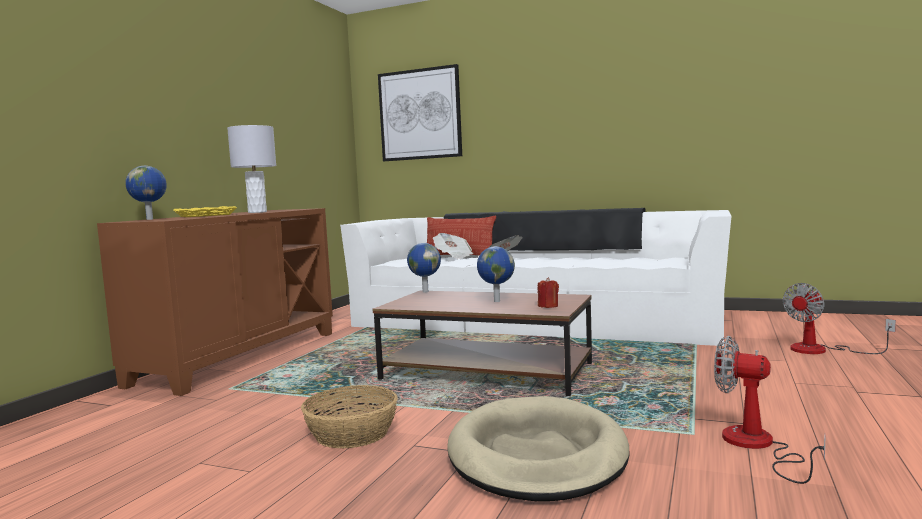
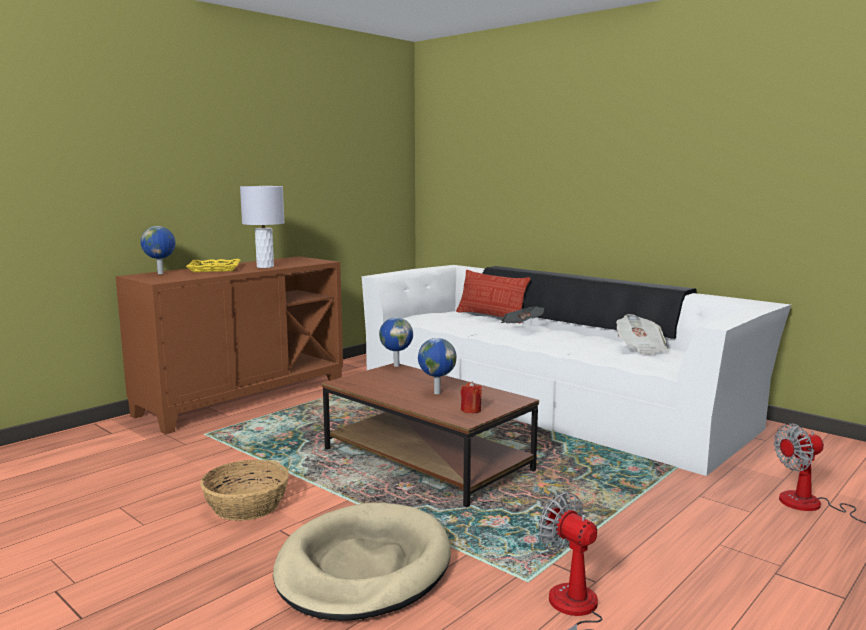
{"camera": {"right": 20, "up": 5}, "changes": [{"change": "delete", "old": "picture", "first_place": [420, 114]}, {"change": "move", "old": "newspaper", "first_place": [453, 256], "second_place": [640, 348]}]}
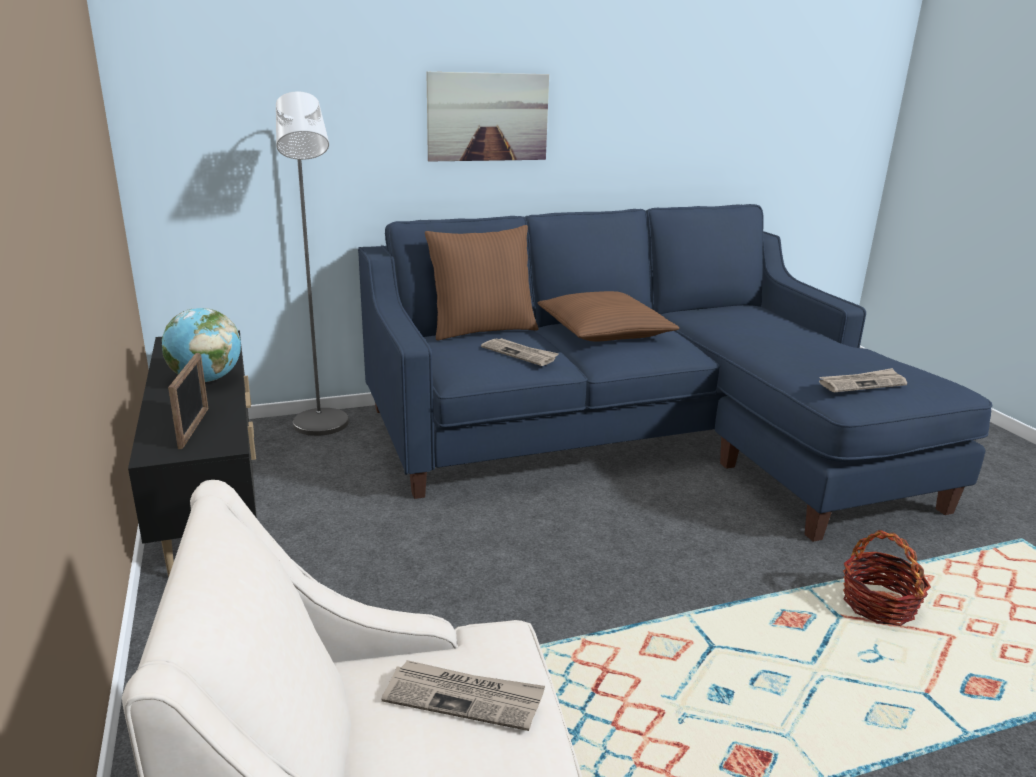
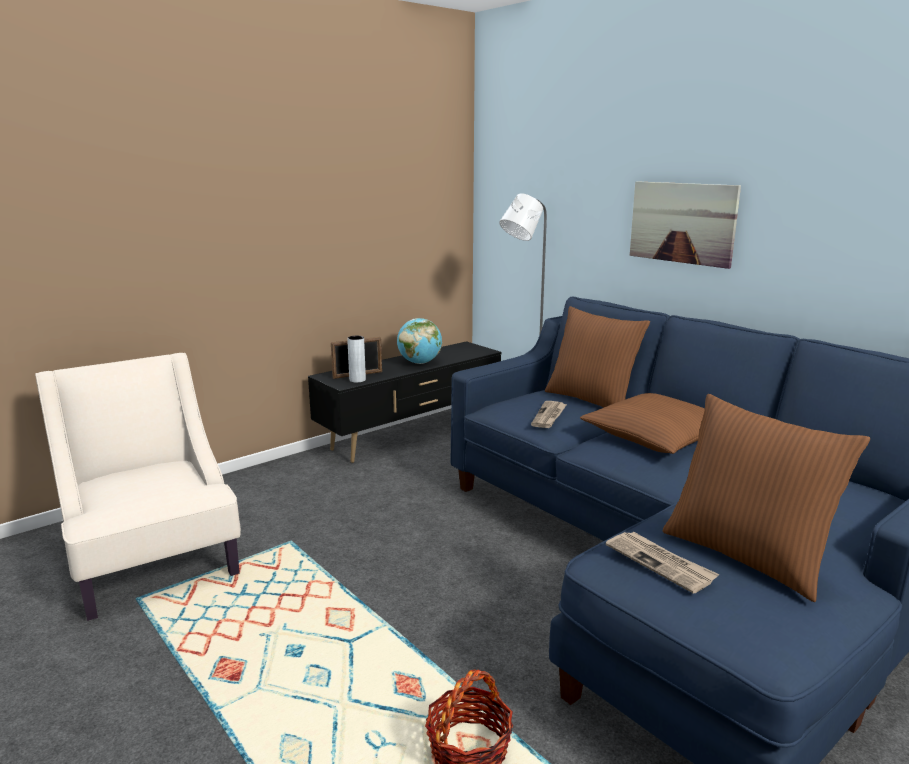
{"camera": {"right": 70, "up": -5}, "changes": [{"change": "delete", "old": "newspaper", "first_place": [464, 697]}, {"change": "insert", "new": "gray vase", "second_place": [357, 380]}, {"change": "insert", "new": "brownish cushion", "second_place": [746, 555]}]}
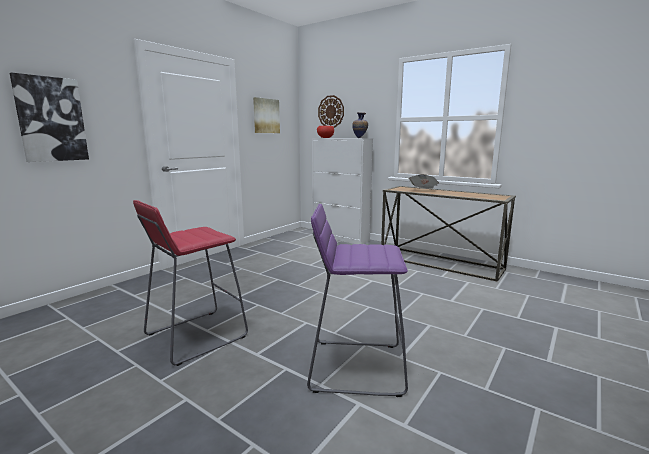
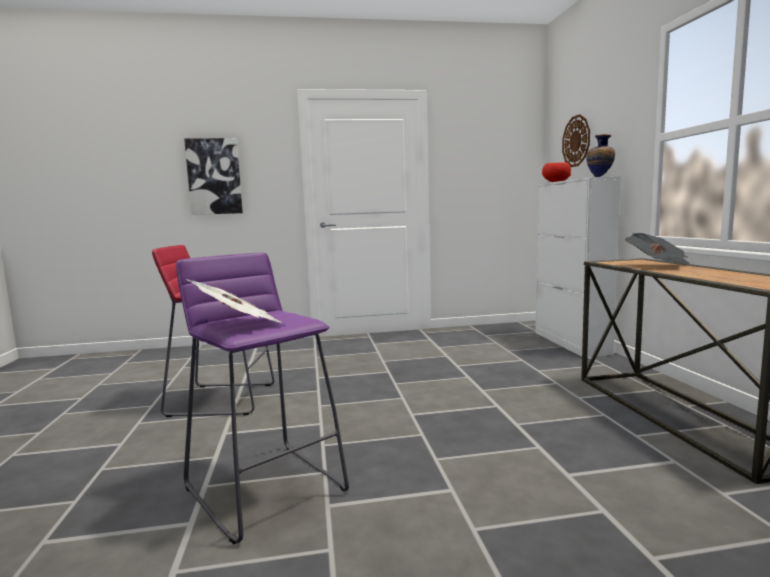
{"camera": {"right": 45, "up": -5}, "changes": [{"change": "delete", "old": "picture", "first_place": [266, 116]}, {"change": "insert", "new": "newspaper", "second_place": [239, 325]}]}
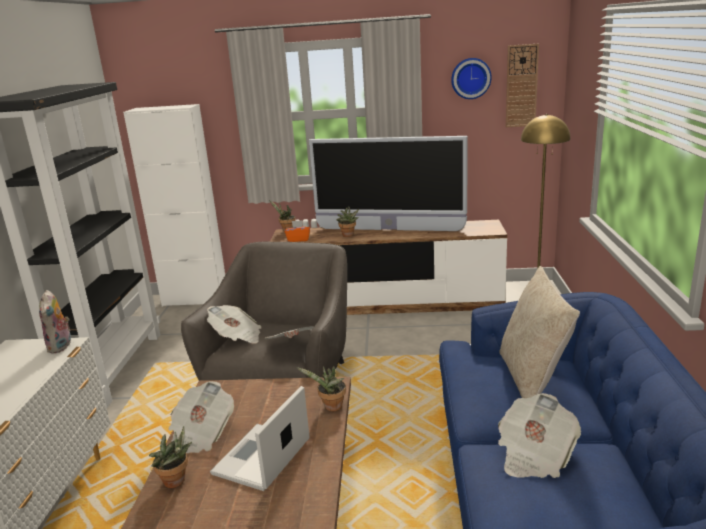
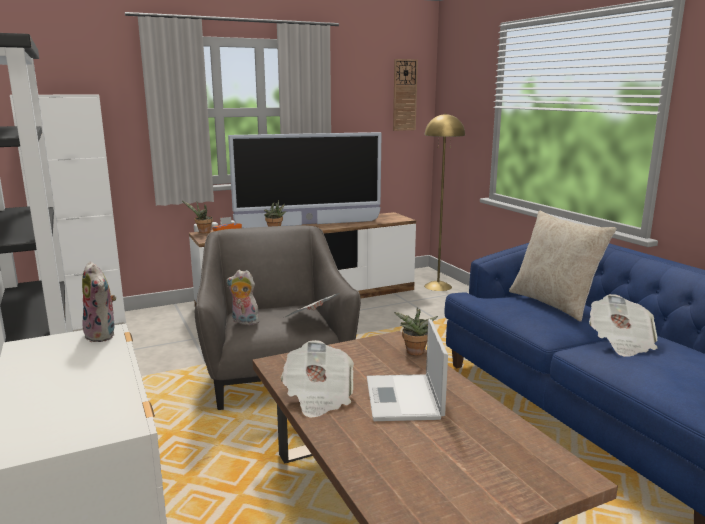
{"camera": {"right": -30, "up": -5}, "changes": [{"change": "delete", "old": "clock on the wall", "first_place": [470, 78]}, {"change": "replace", "old": "newspaper", "new": "plush toy", "first_place": [237, 337], "second_place": [244, 322]}, {"change": "delete", "old": "houseplant", "first_place": [177, 482]}]}
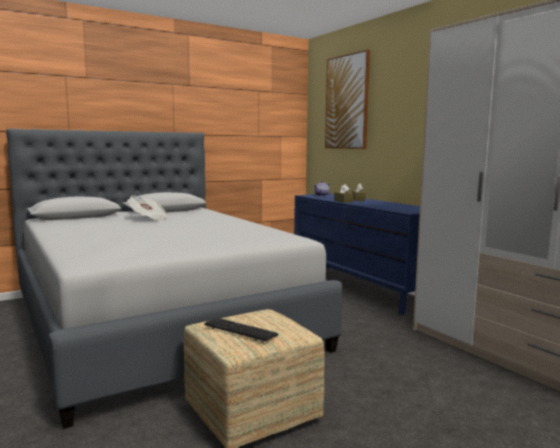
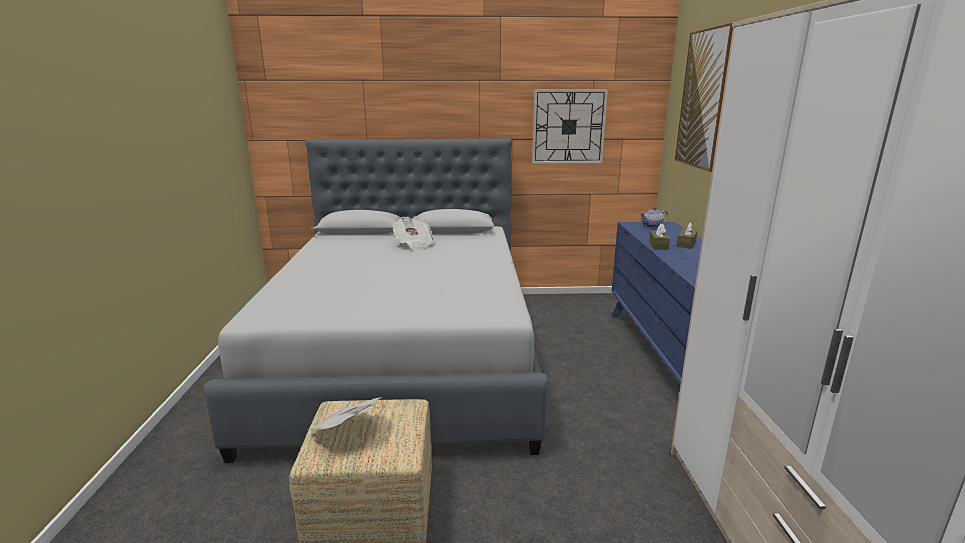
{"camera": {"right": 30, "up": 10}, "changes": [{"change": "replace", "old": "computer keyboard", "new": "newspaper", "first_place": [240, 331], "second_place": [346, 430]}, {"change": "insert", "new": "clock on the wall", "second_place": [568, 126]}]}
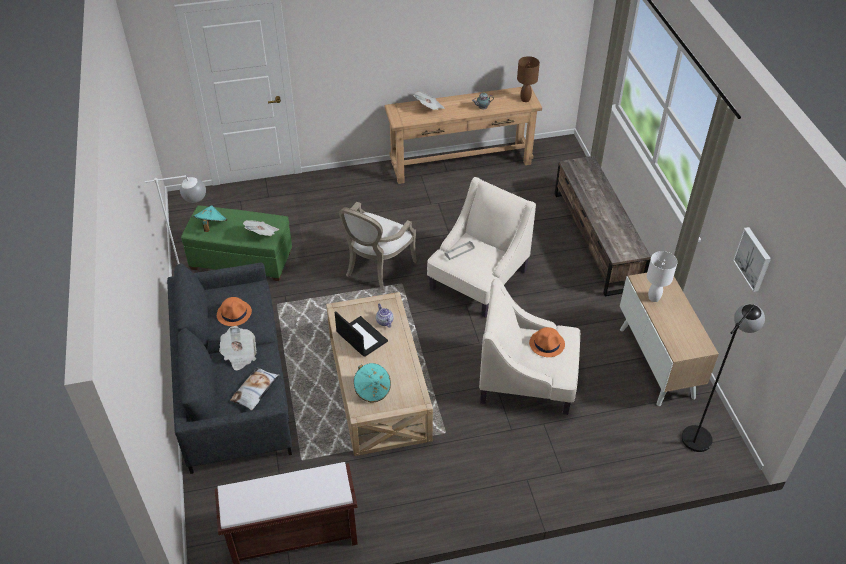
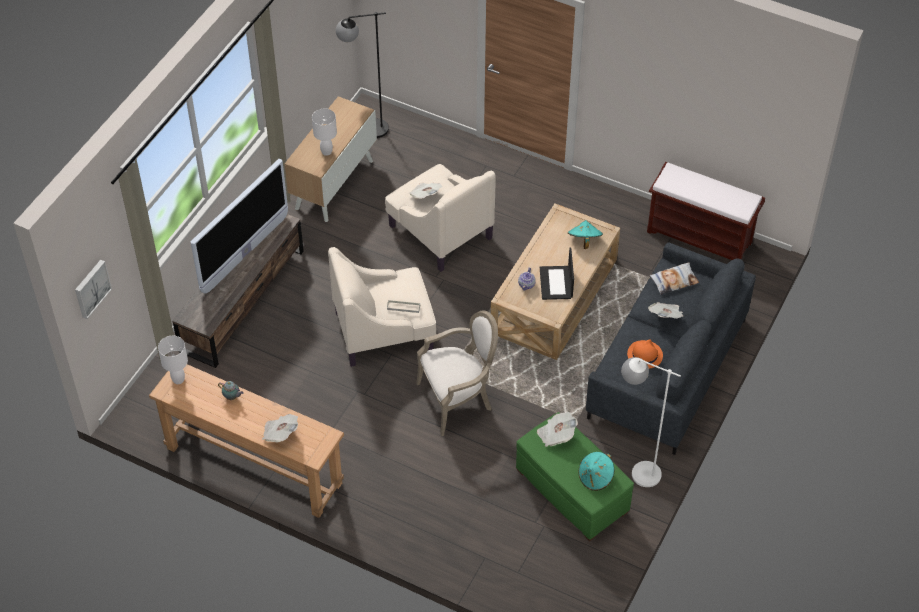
{"camera": {"right": -140, "up": 5}, "changes": [{"change": "recolor", "old": "brownish lamp for a table", "new": "white lamp for a table", "first_place": [525, 99], "second_place": [179, 380]}, {"change": "move", "old": "picture", "first_place": [753, 259], "second_place": [91, 288]}, {"change": "replace", "old": "orangey clothing hat", "new": "newspaper", "first_place": [547, 344], "second_place": [425, 195]}, {"change": "insert", "new": "TV set", "second_place": [245, 254]}]}
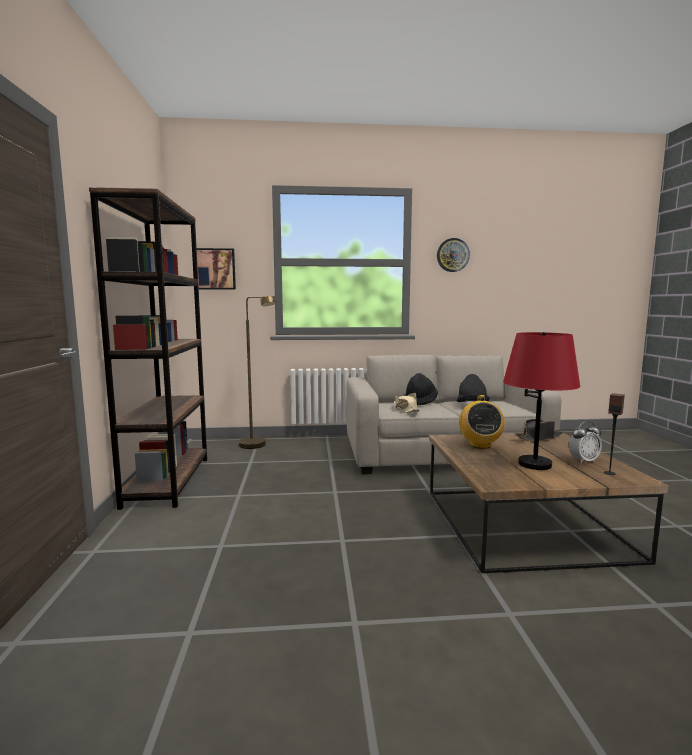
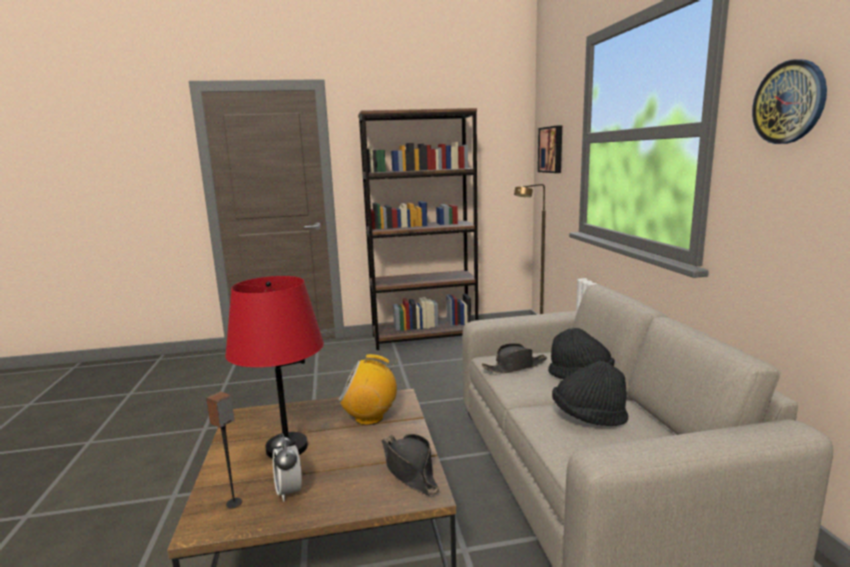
{"camera": {"right": 85, "up": 5}, "changes": [{"change": "recolor", "old": "beige-coloured clothing hat", "new": "black clothing hat", "first_place": [405, 409], "second_place": [515, 367]}]}
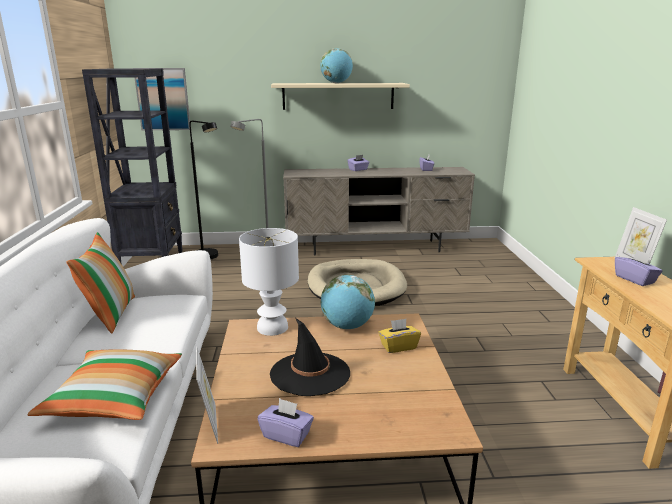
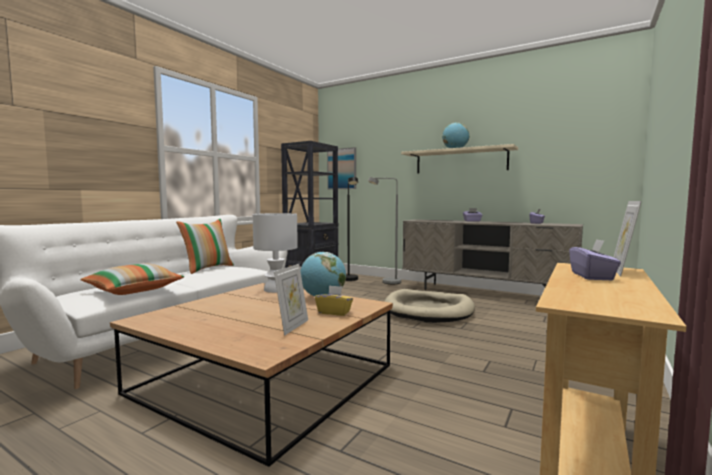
{"camera": {"right": 35, "up": -15}, "changes": [{"change": "delete", "old": "black clothing hat", "first_place": [310, 374]}, {"change": "move", "old": "photo frame", "first_place": [210, 424], "second_place": [292, 326]}, {"change": "delete", "old": "purple tissue box", "first_place": [286, 435]}]}
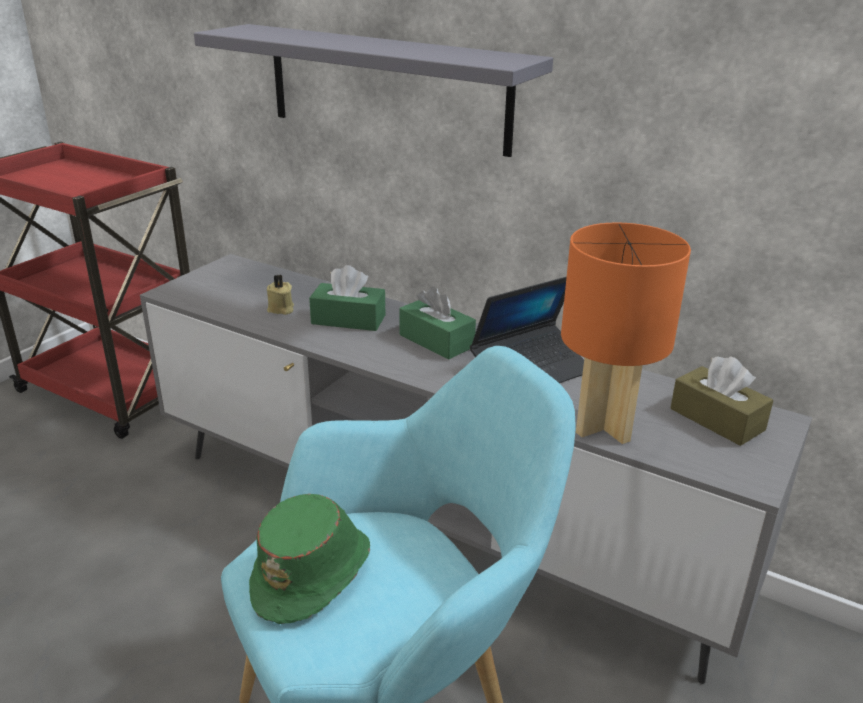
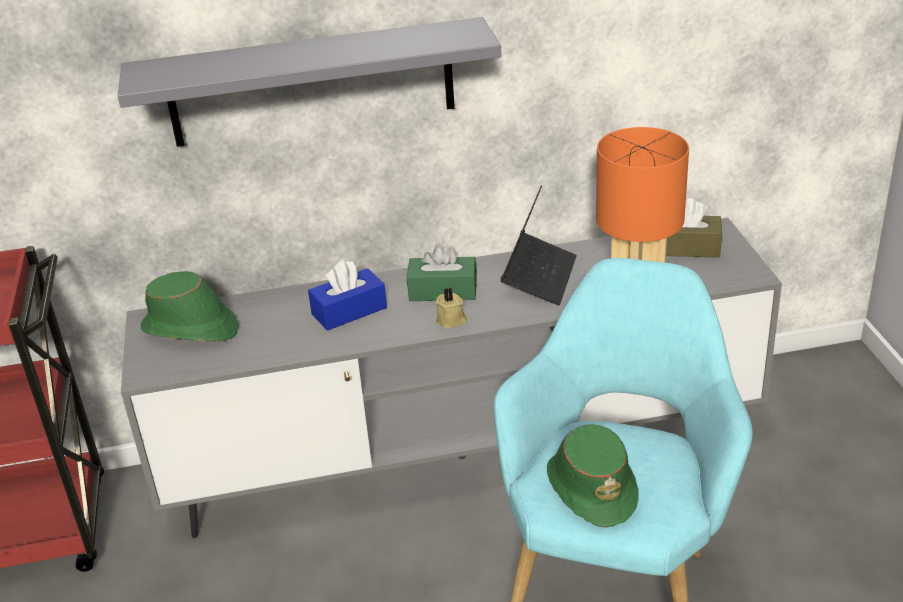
{"camera": {"right": -40, "up": 5}, "changes": [{"change": "recolor", "old": "green tissue box", "new": "blue tissue box", "first_place": [348, 319], "second_place": [349, 311]}, {"change": "move", "old": "beige-coloured candle", "first_place": [281, 309], "second_place": [452, 321]}, {"change": "insert", "new": "green clothing hat", "second_place": [191, 329]}]}
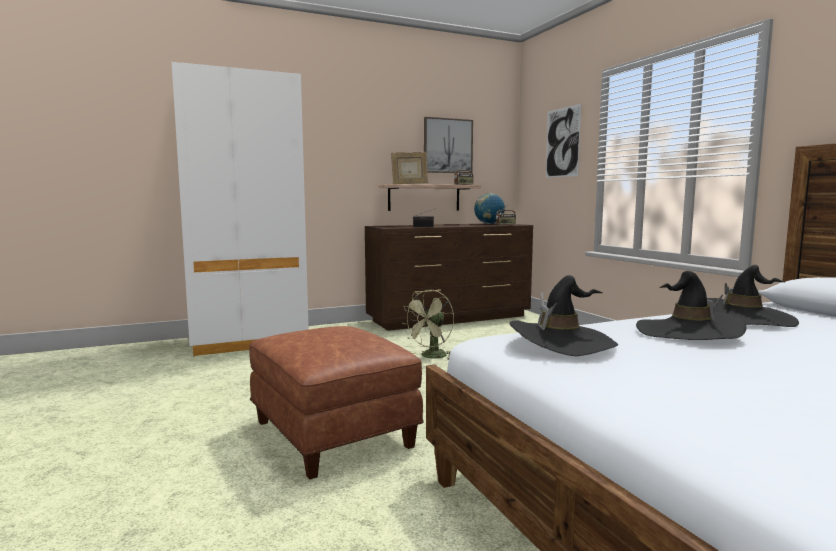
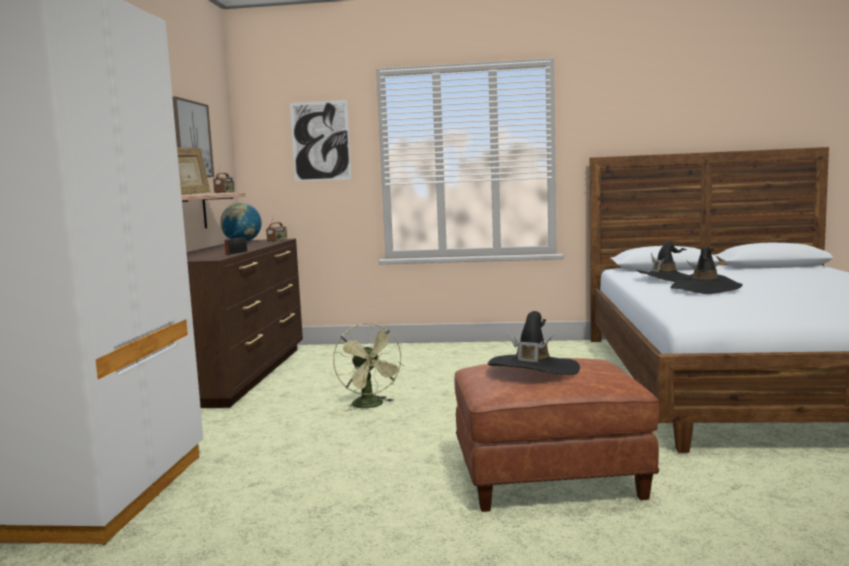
{"camera": {"right": -60, "up": 0}, "changes": [{"change": "move", "old": "black clothing hat", "first_place": [562, 342], "second_place": [533, 369]}]}
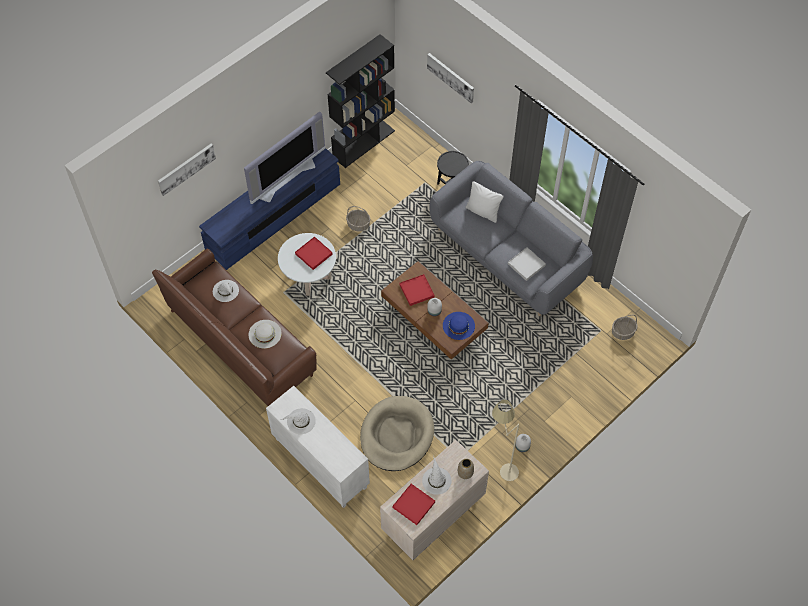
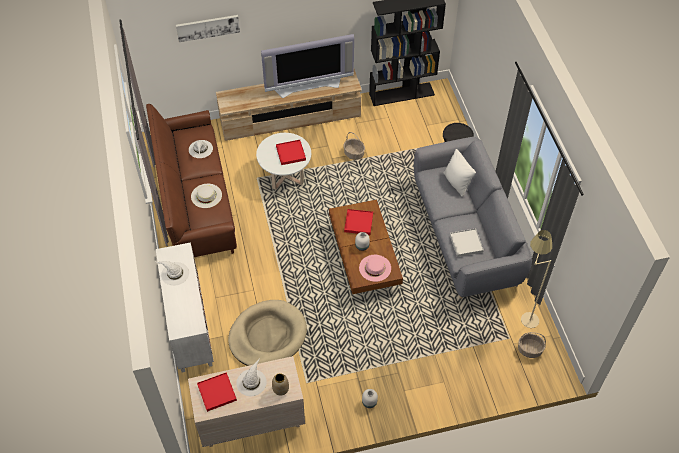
{"camera": {"right": 30, "up": -5}, "changes": [{"change": "delete", "old": "picture", "first_place": [451, 77]}, {"change": "recolor", "old": "blue media console", "new": "beige-coloured media console", "first_place": [274, 217], "second_place": [290, 118]}, {"change": "recolor", "old": "blue clothing hat", "new": "pink-coloured clothing hat", "first_place": [458, 325], "second_place": [375, 268]}, {"change": "move", "old": "beige-coloured standing lamp", "first_place": [501, 468], "second_place": [524, 313]}]}
